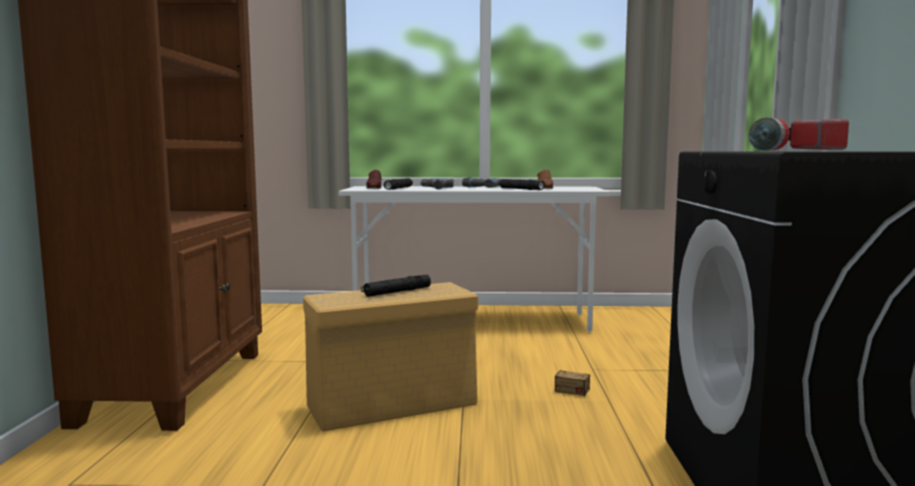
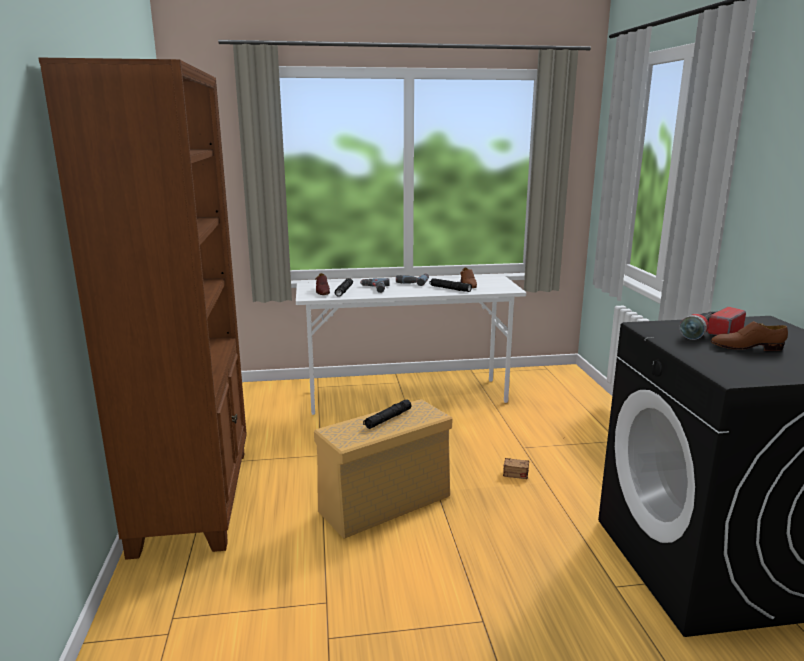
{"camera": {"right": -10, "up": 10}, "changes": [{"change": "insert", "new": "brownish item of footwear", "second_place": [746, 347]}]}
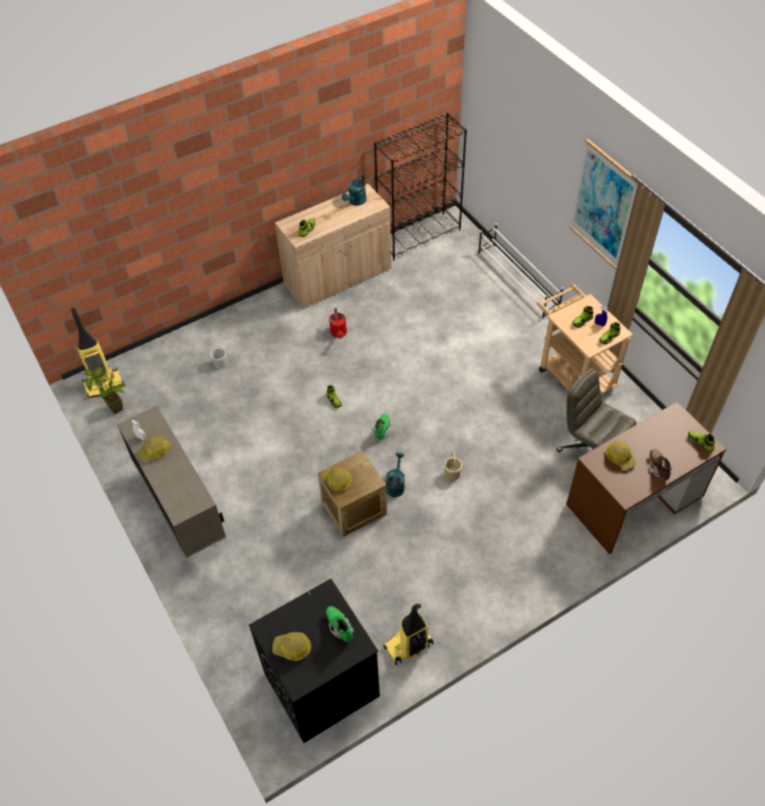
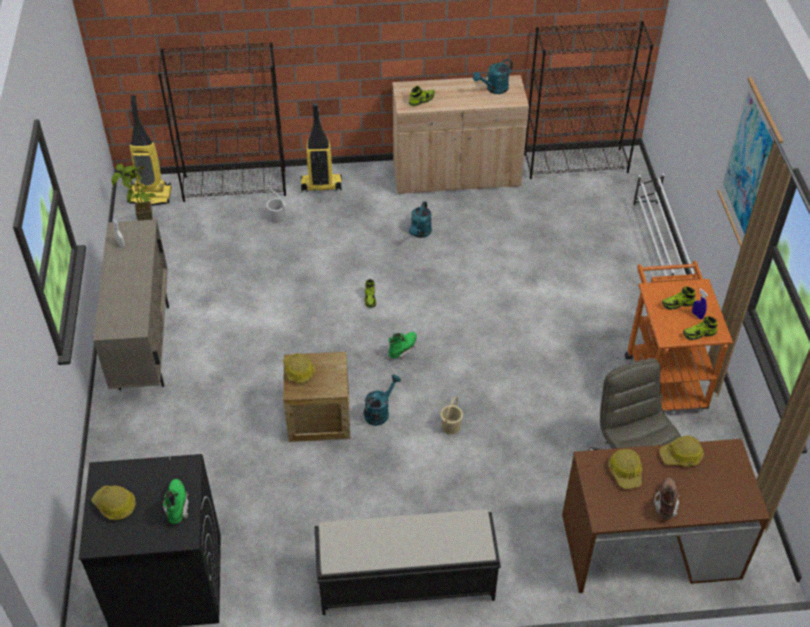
{"camera": {"right": 25, "up": -5}, "changes": [{"change": "recolor", "old": "beige-coloured trolley", "new": "orangey trolley", "first_place": [572, 374], "second_place": [663, 375]}, {"change": "recolor", "old": "red-coloured watering can", "new": "turquoise-coloured watering can", "first_place": [339, 334], "second_place": [420, 233]}, {"change": "delete", "old": "item of footwear", "first_place": [700, 443]}, {"change": "move", "old": "work helmet", "first_place": [155, 451], "second_place": [681, 456]}, {"change": "move", "old": "vacuum", "first_place": [408, 646], "second_place": [321, 186]}, {"change": "insert", "new": "black bookcase", "second_place": [235, 185]}, {"change": "insert", "new": "black indoor bench", "second_place": [404, 582]}]}
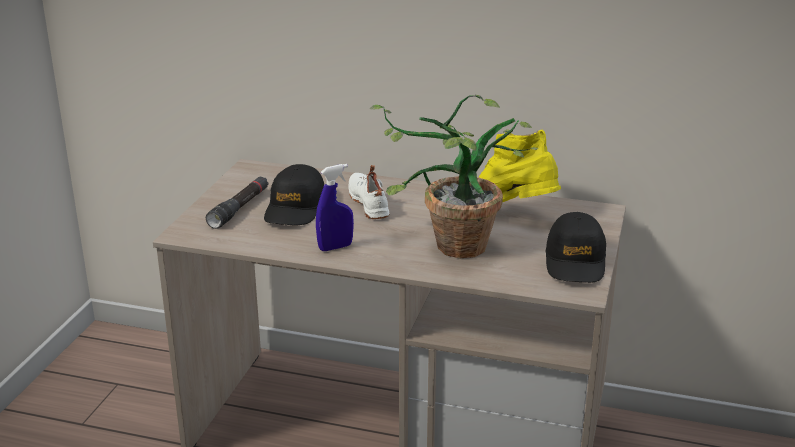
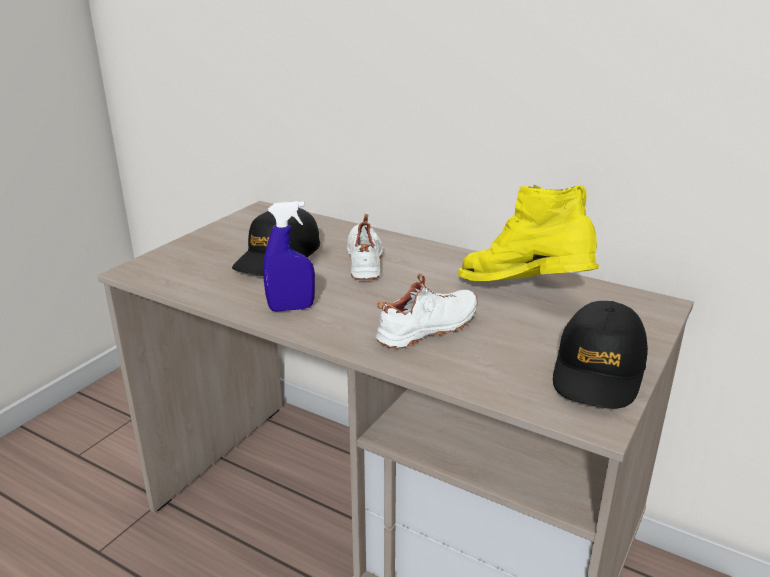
{"camera": {"right": 15, "up": 0}, "changes": [{"change": "replace", "old": "houseplant", "new": "white item of footwear", "first_place": [448, 249], "second_place": [429, 329]}, {"change": "delete", "old": "black flashlight", "first_place": [239, 208]}]}
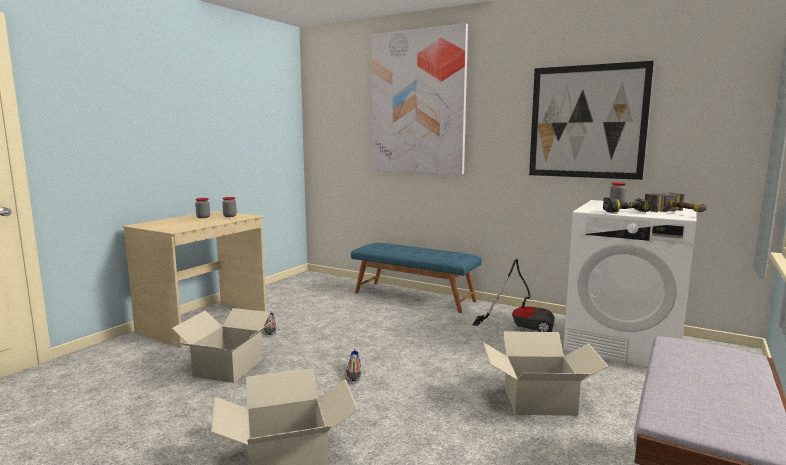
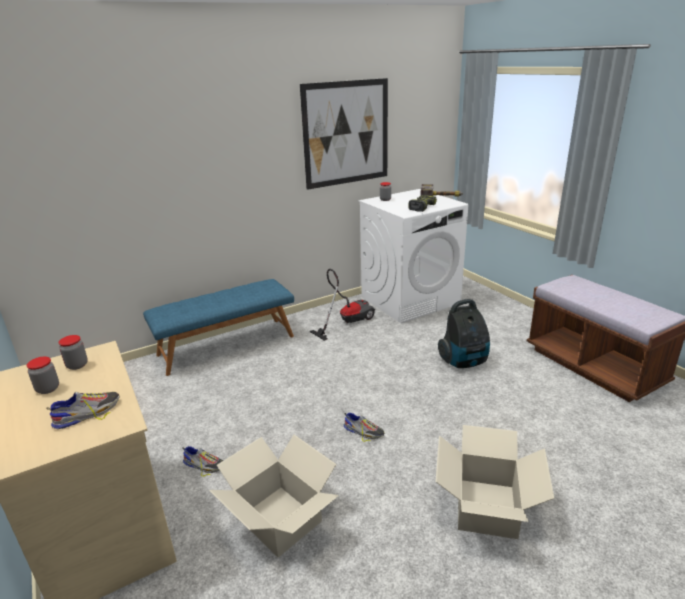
{"camera": {"right": -60, "up": 15}, "changes": [{"change": "delete", "old": "picture", "first_place": [417, 102]}, {"change": "replace", "old": "carton", "new": "vacuum", "first_place": [539, 401], "second_place": [464, 362]}, {"change": "insert", "new": "item of footwear", "second_place": [88, 413]}]}
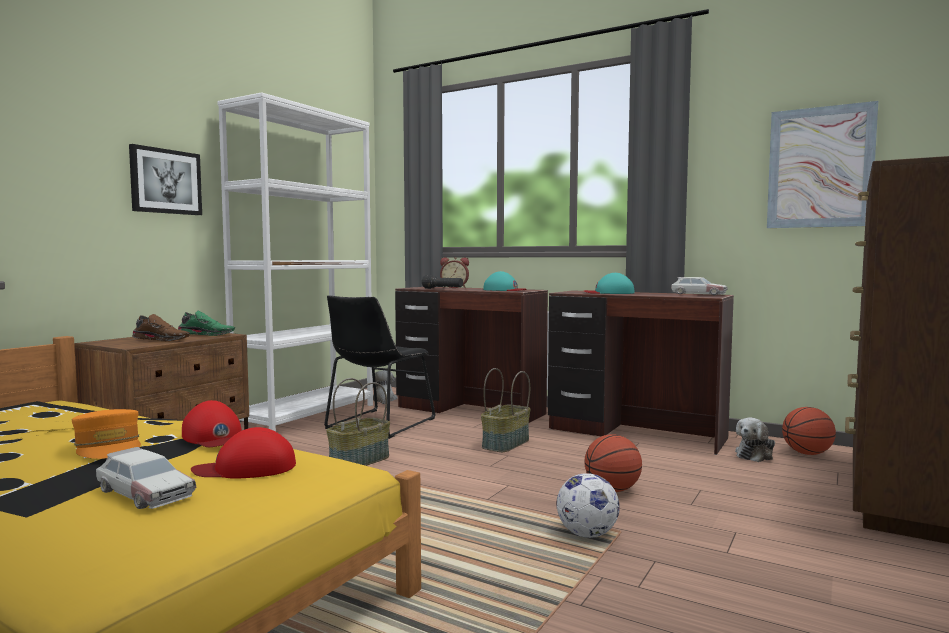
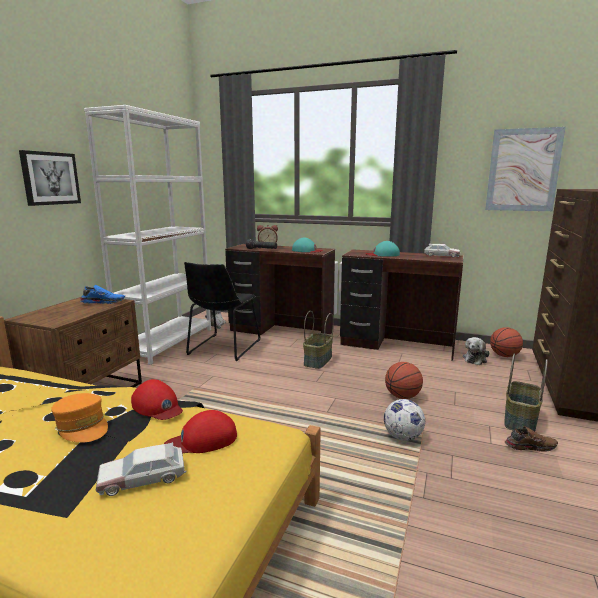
{"camera": {"right": -10, "up": 10}, "changes": [{"change": "recolor", "old": "green item of footwear", "new": "blue item of footwear", "first_place": [207, 334], "second_place": [103, 302]}, {"change": "move", "old": "brownish item of footwear", "first_place": [162, 340], "second_place": [529, 446]}, {"change": "move", "old": "storage basket", "first_place": [359, 461], "second_place": [521, 420]}, {"change": "rotate", "old": "model car", "first_place": [144, 493], "second_place": [143, 477], "degrees": 135}]}
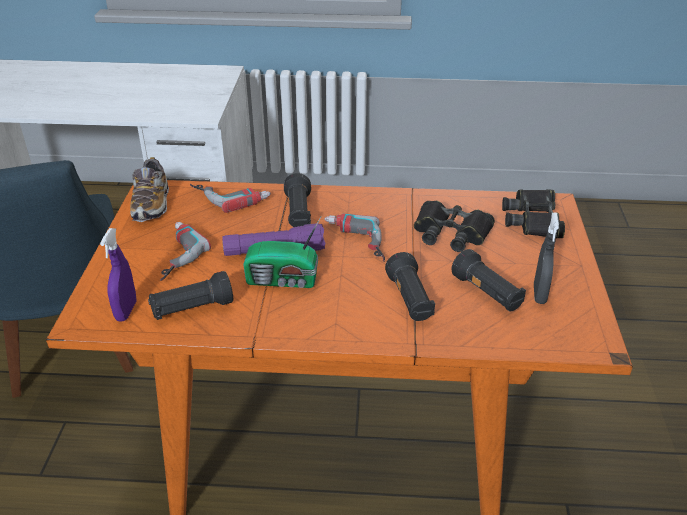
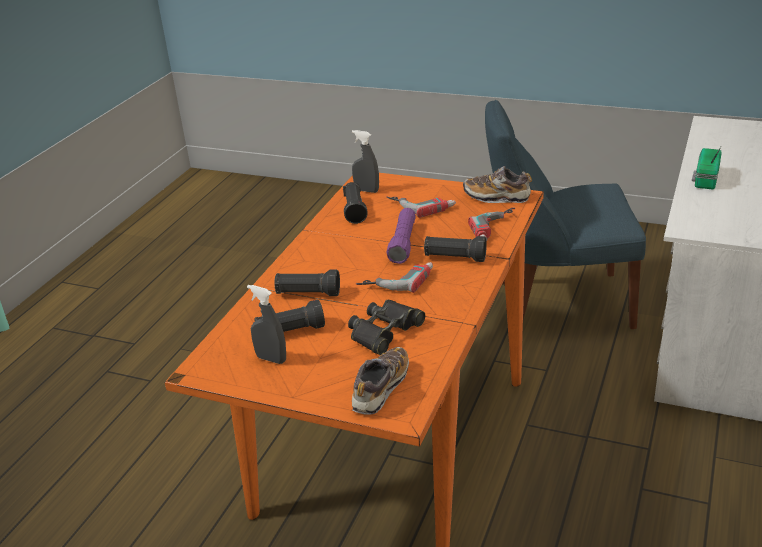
{"camera": {"right": 110, "up": -5}, "changes": [{"change": "replace", "old": "black pair of binoculars", "new": "item of footwear", "first_place": [533, 219], "second_place": [381, 389]}, {"change": "move", "old": "radio", "first_place": [283, 280], "second_place": [705, 179]}, {"change": "recolor", "old": "purple hand sprayer", "new": "gray hand sprayer", "first_place": [126, 311], "second_place": [366, 190]}]}
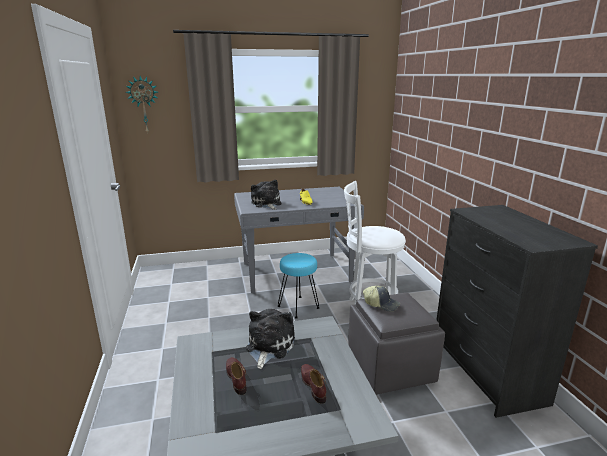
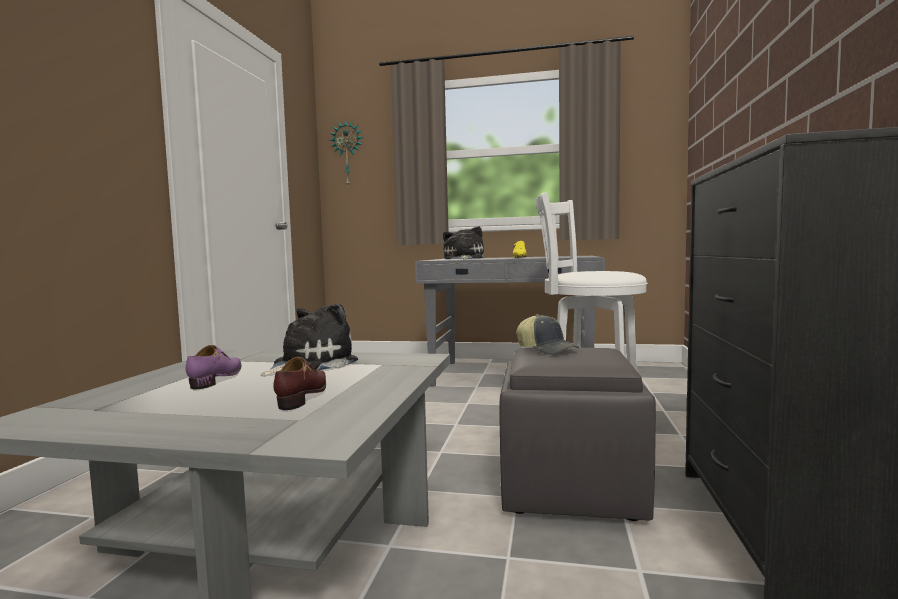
{"camera": {"right": 25, "up": -15}, "changes": [{"change": "delete", "old": "turquoise-coloured stool seat", "first_place": [298, 307]}, {"change": "recolor", "old": "brownish item of footwear", "new": "purple item of footwear", "first_place": [236, 378], "second_place": [218, 378]}]}
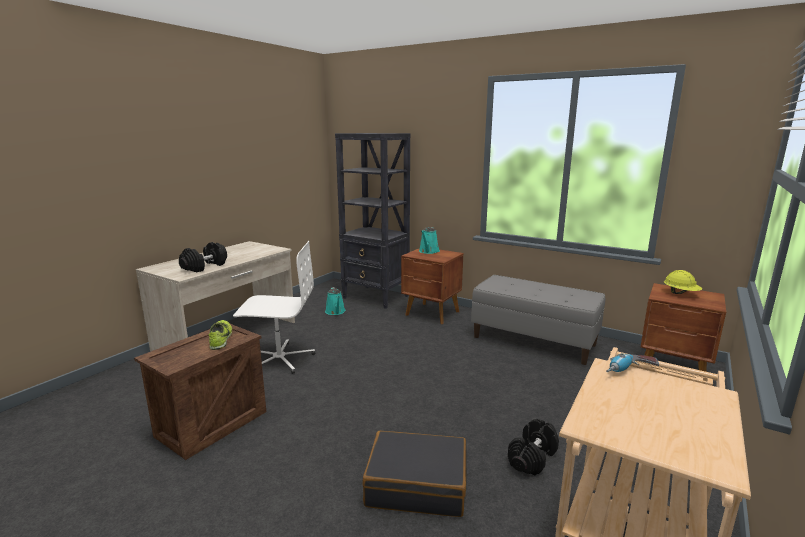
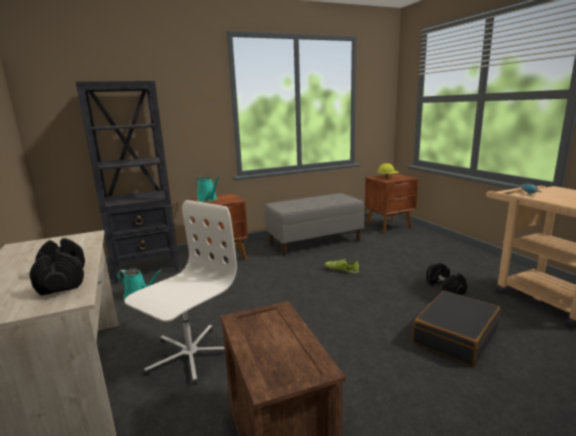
{"camera": {"right": -55, "up": 0}, "changes": [{"change": "move", "old": "item of footwear", "first_place": [221, 339], "second_place": [341, 270]}]}
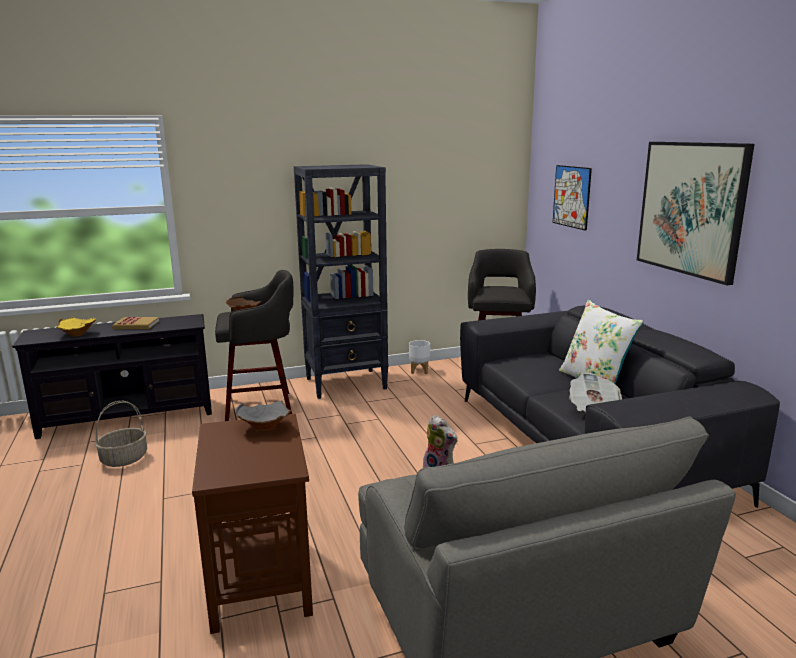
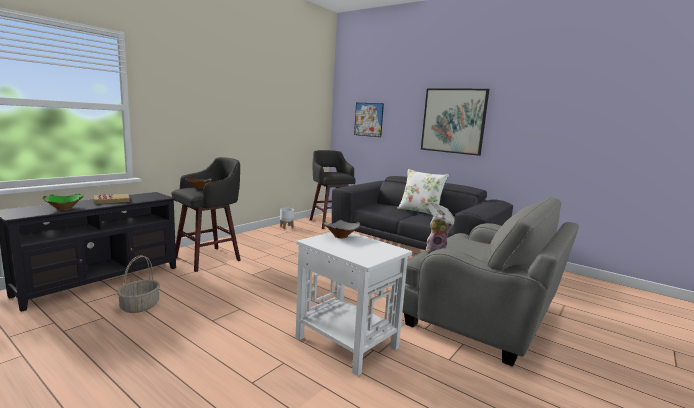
{"camera": {"right": -35, "up": -5}, "changes": [{"change": "delete", "old": "black bookcase", "first_place": [347, 383]}, {"change": "recolor", "old": "yellow bowl", "new": "green bowl", "first_place": [78, 334], "second_place": [64, 208]}, {"change": "recolor", "old": "brownish end table", "new": "white end table", "first_place": [261, 580], "second_place": [347, 342]}]}
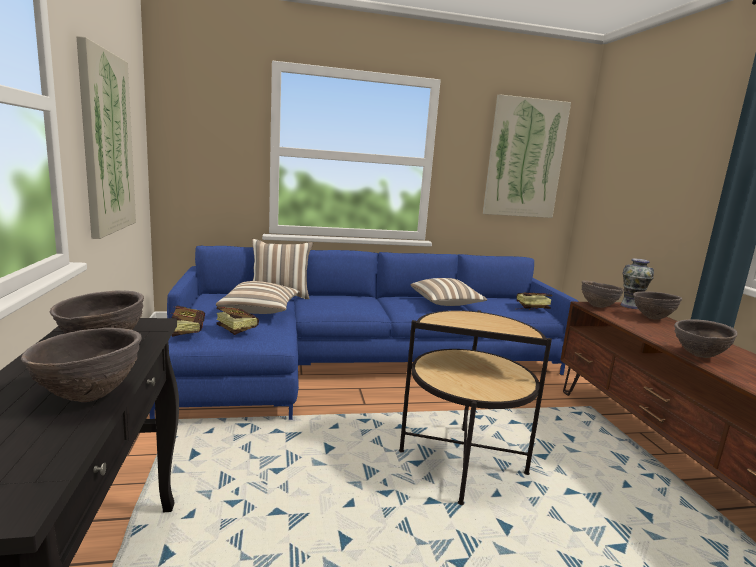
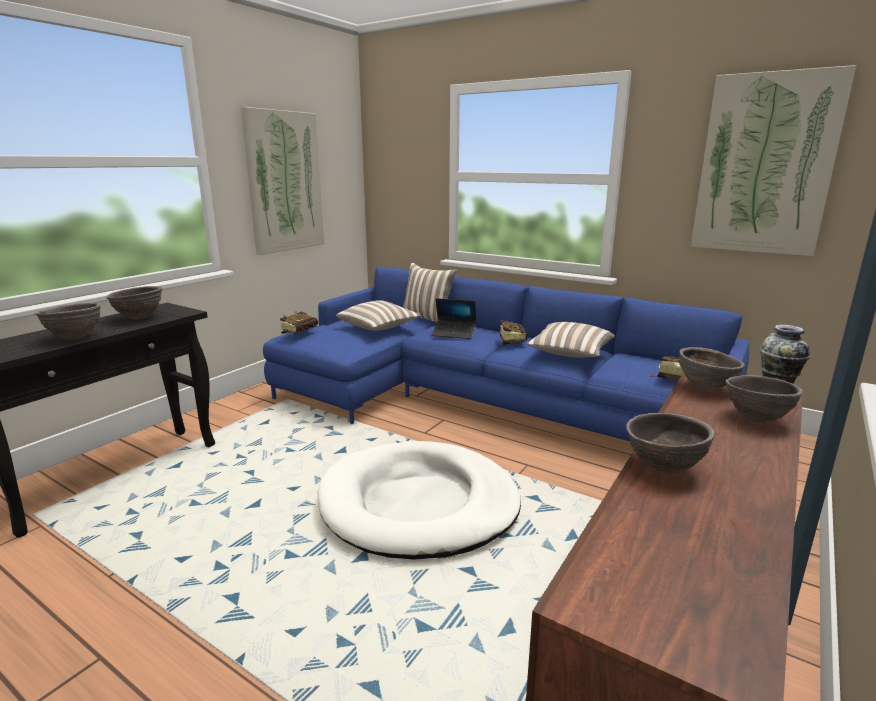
{"camera": {"right": 45, "up": 5}, "changes": [{"change": "move", "old": "volume", "first_place": [234, 329], "second_place": [511, 341]}, {"change": "replace", "old": "end table", "new": "white pet bed", "first_place": [462, 463], "second_place": [419, 504]}, {"change": "insert", "new": "portable computer", "second_place": [454, 333]}]}
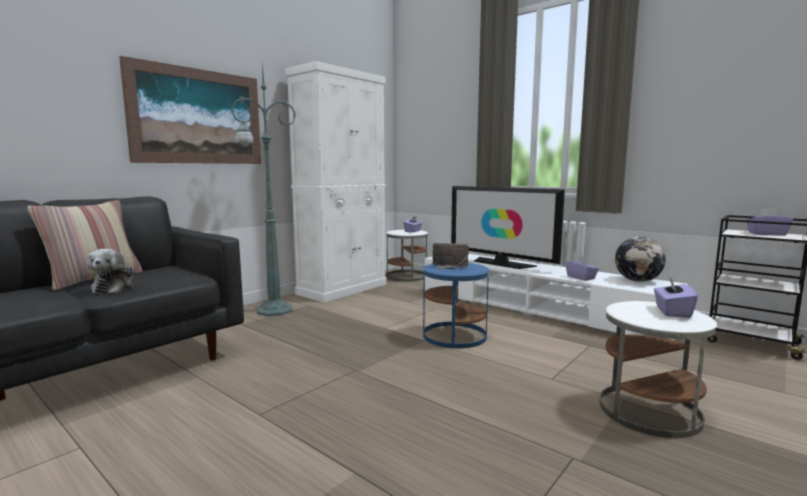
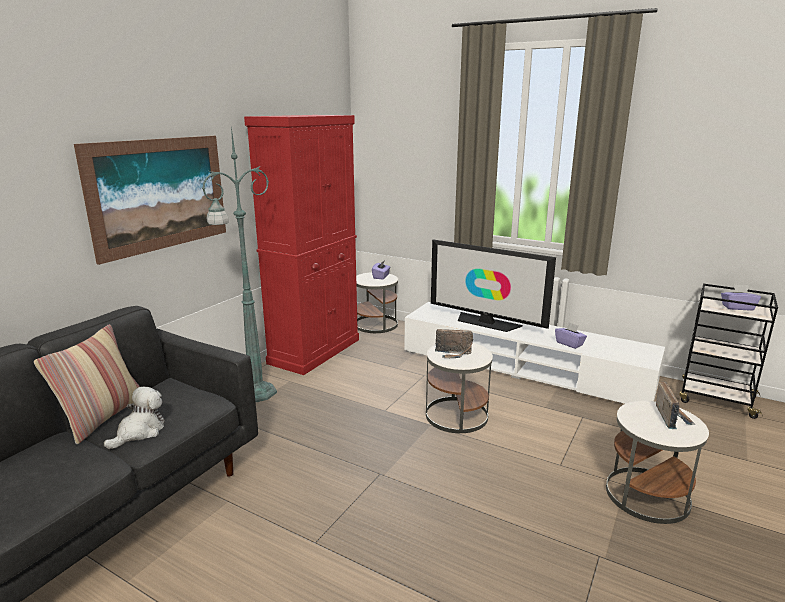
{"camera": {"right": -10, "up": 10}, "changes": [{"change": "recolor", "old": "white storage cabinet", "new": "red-coloured storage cabinet", "first_place": [342, 289], "second_place": [315, 351]}, {"change": "delete", "old": "desk globe", "first_place": [637, 281]}, {"change": "rotate", "old": "plush toy", "first_place": [115, 287], "second_place": [140, 432], "degrees": -135}, {"change": "recolor", "old": "blue end table", "new": "white end table", "first_place": [454, 336], "second_place": [456, 416]}, {"change": "replace", "old": "purple tissue box", "new": "radio", "first_place": [672, 312], "second_place": [671, 417]}]}
